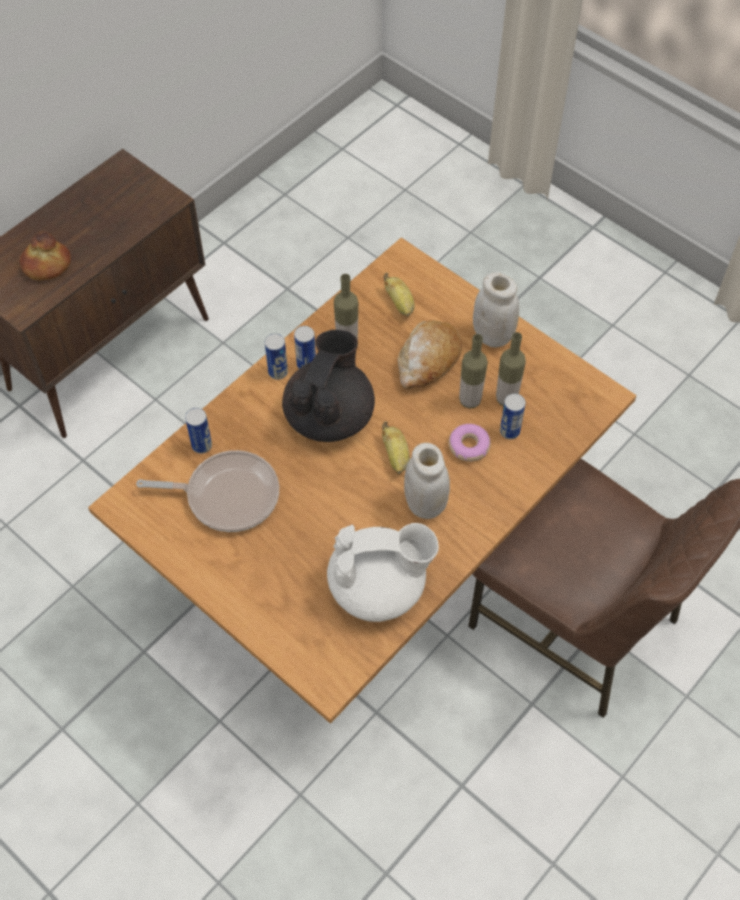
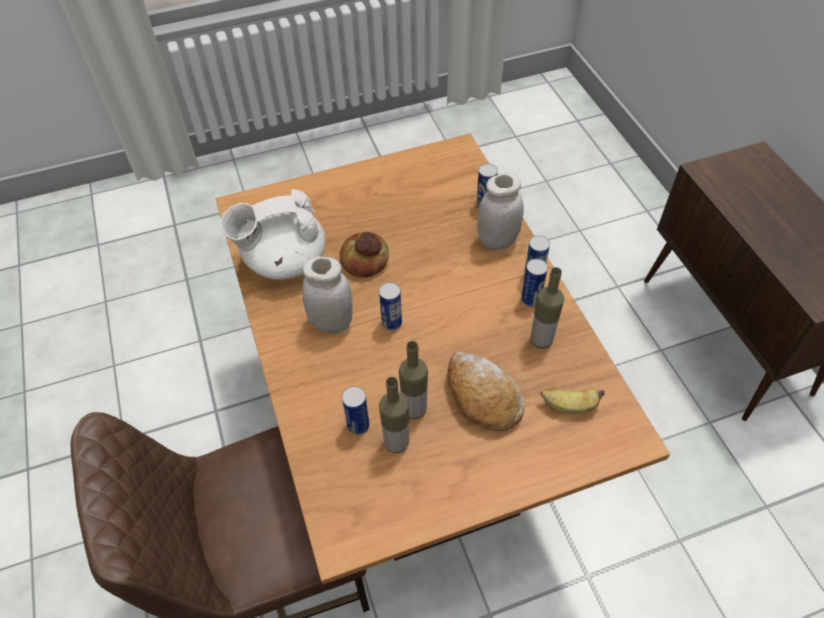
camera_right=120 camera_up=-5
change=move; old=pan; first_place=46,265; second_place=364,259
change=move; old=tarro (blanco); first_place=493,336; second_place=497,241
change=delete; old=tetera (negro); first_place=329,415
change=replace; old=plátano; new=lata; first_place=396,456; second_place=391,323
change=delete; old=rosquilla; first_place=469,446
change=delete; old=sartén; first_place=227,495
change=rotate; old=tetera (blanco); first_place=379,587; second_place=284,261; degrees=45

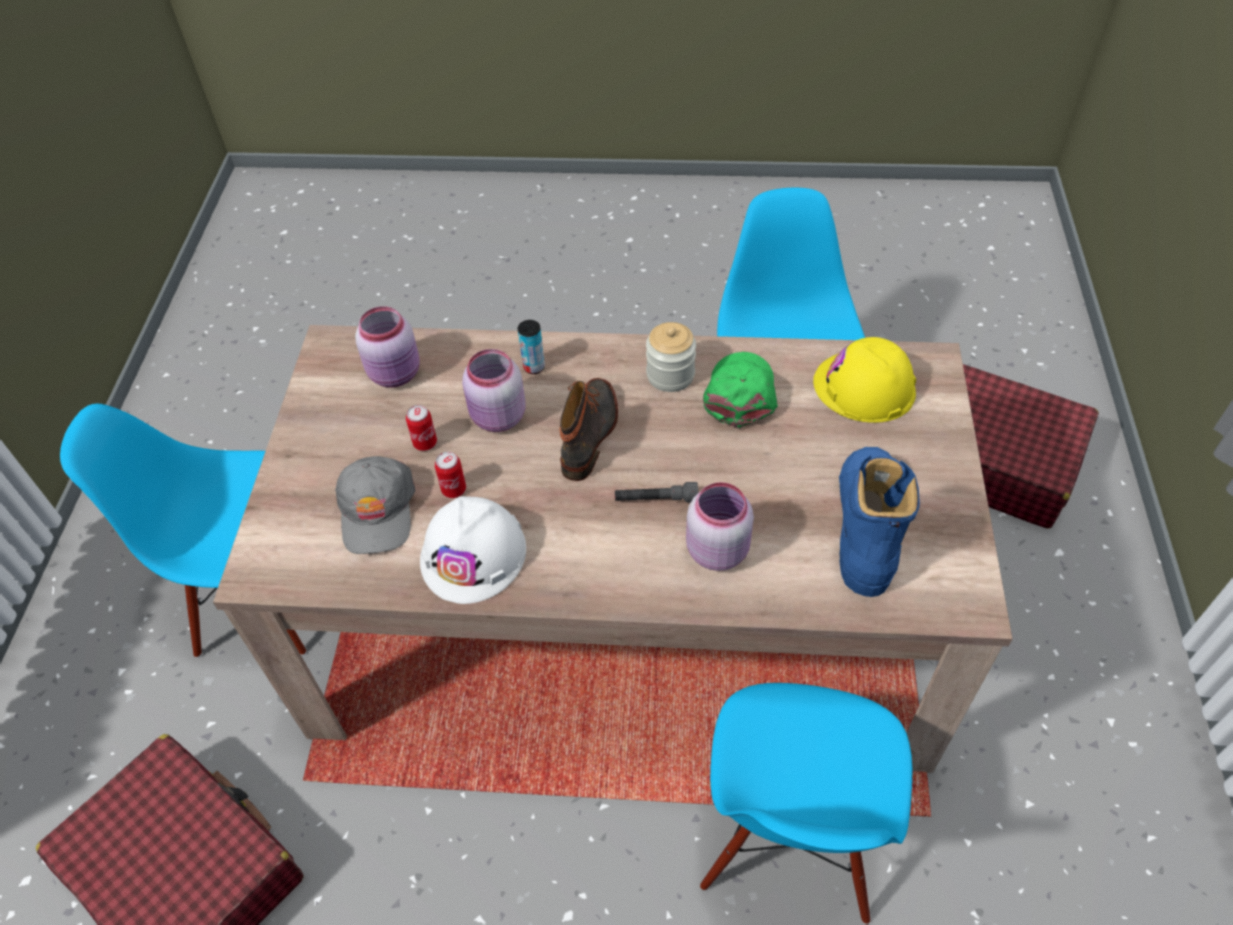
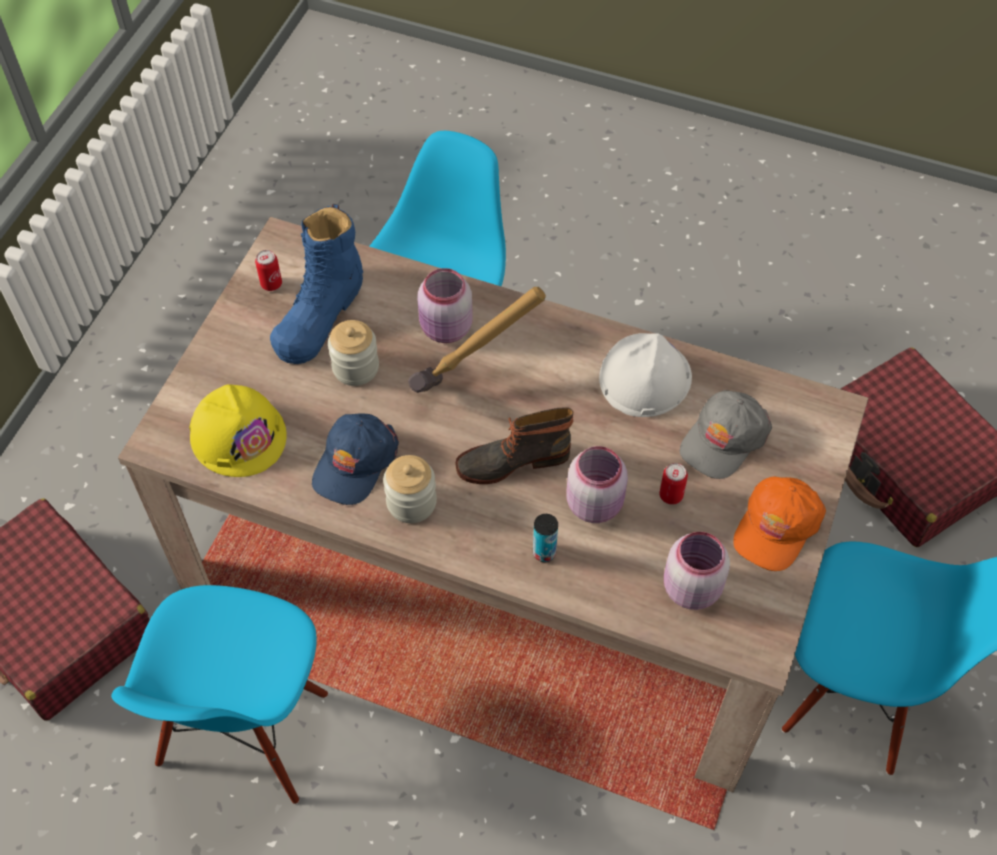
camera_right=-165 camera_up=5
change=recolor; old=gorra (verde); new=gorra (azul); first_place=740,393; second_place=354,462
change=rotate; old=bota; first_place=590,434; second_place=512,460; degrees=45
change=move; old=lata; first_place=454,489; second_place=271,284
change=rotate; old=gorra (gris); first_place=377,510; second_place=723,439; degrees=-150
change=replace; old=linterna (gris); new=martillo; first_place=656,499; second_place=477,382
change=insert; new=tarro; second_place=355,367
change=insert; new=gorra (naranja); second_place=776,527

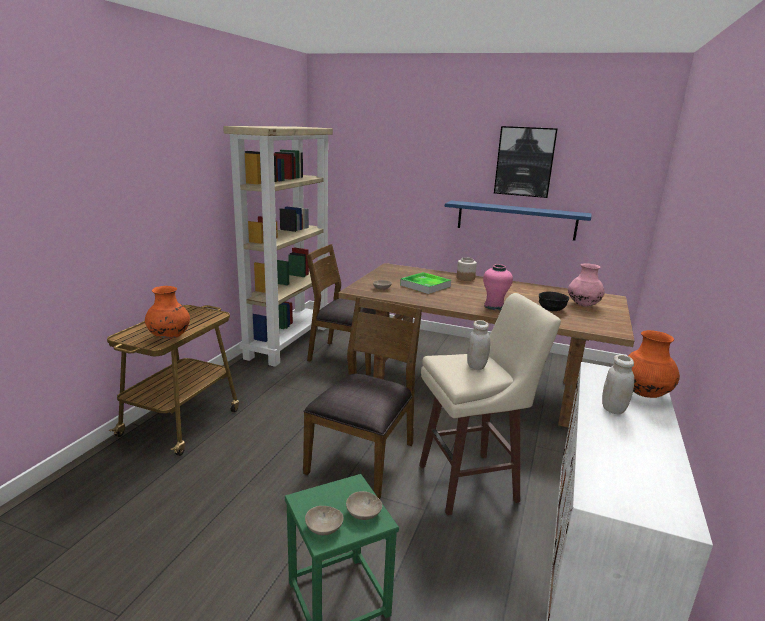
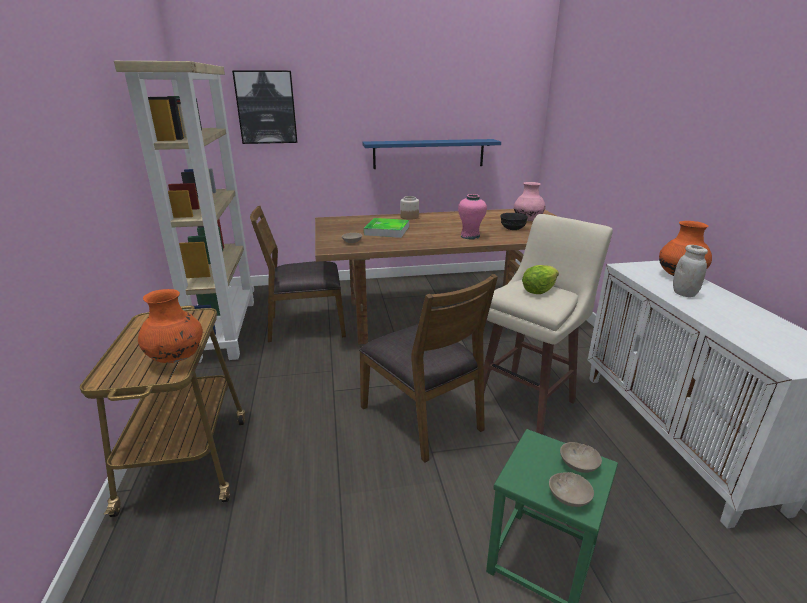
camera_right=-30 camera_up=5
change=move; old=cuadro; first_place=524,161; second_place=266,107
change=rotate; old=silla (marrón); first_place=363,458; second_place=423,417; degrees=150
change=replace; old=tarro (blanco); new=lechuga; first_place=476,366; second_place=538,290

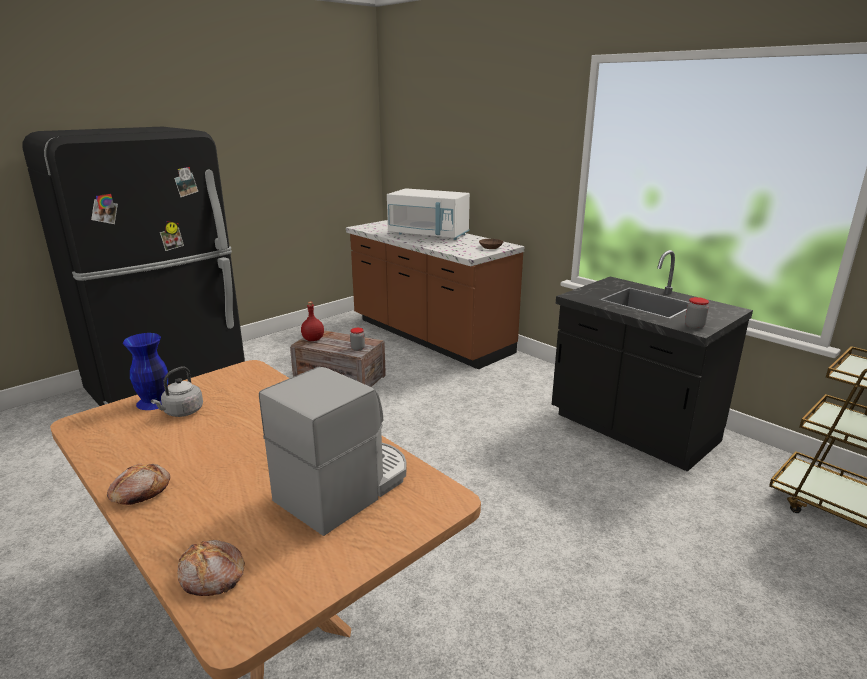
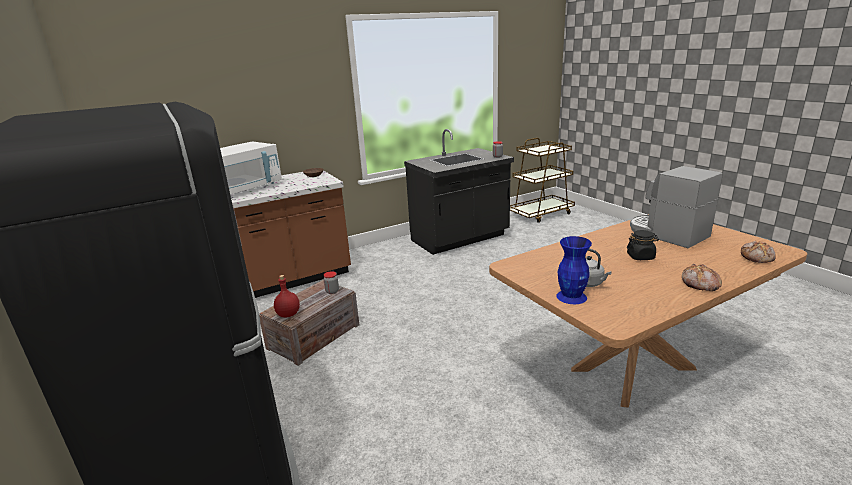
camera_right=-75 camera_up=0
change=insert; new=tarro (negro); second_place=640,257

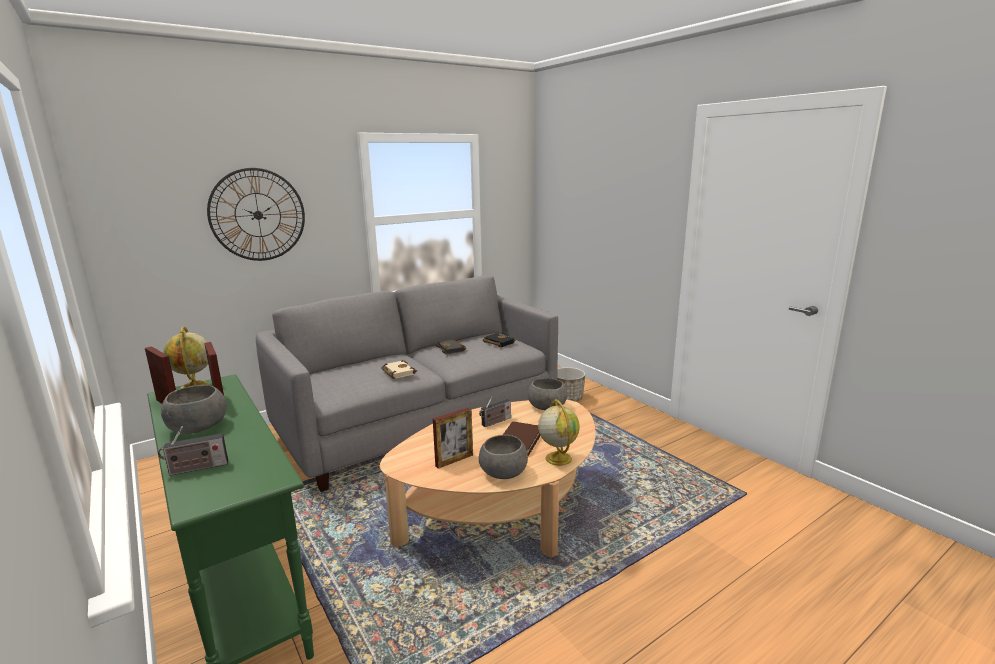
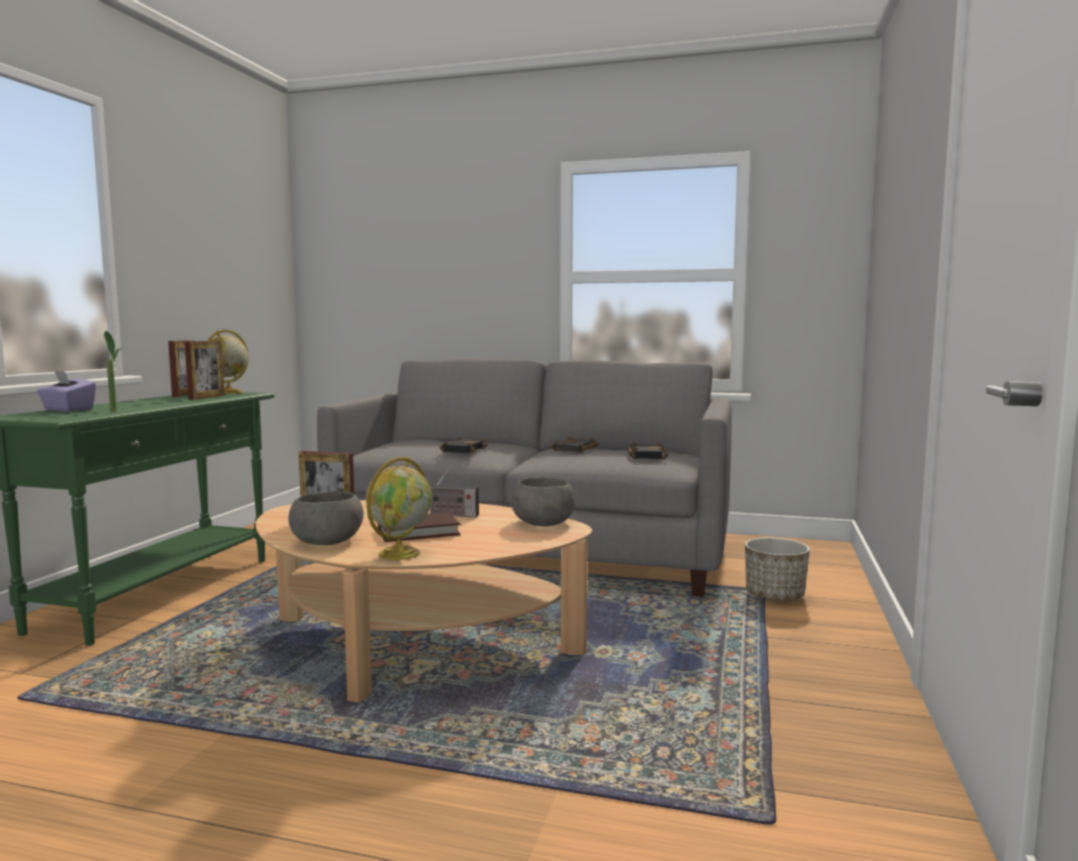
camera_right=50 camera_up=-10
change=delete; old=reloj de pared; first_place=258,215
change=recolor; old=libro (beis); new=libro (negro); first_place=397,372; second_place=463,450
change=delete; old=cuenco (gris); first_place=197,427
change=replace; old=radio; new=caja de pañuelos (morado); first_place=196,468; second_place=68,410
change=insert; new=planta en maceta; second_place=113,410

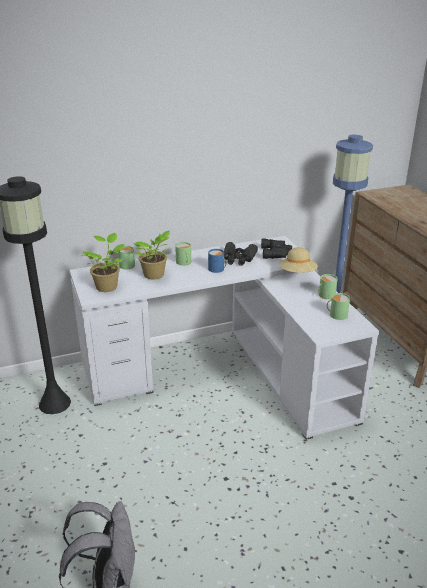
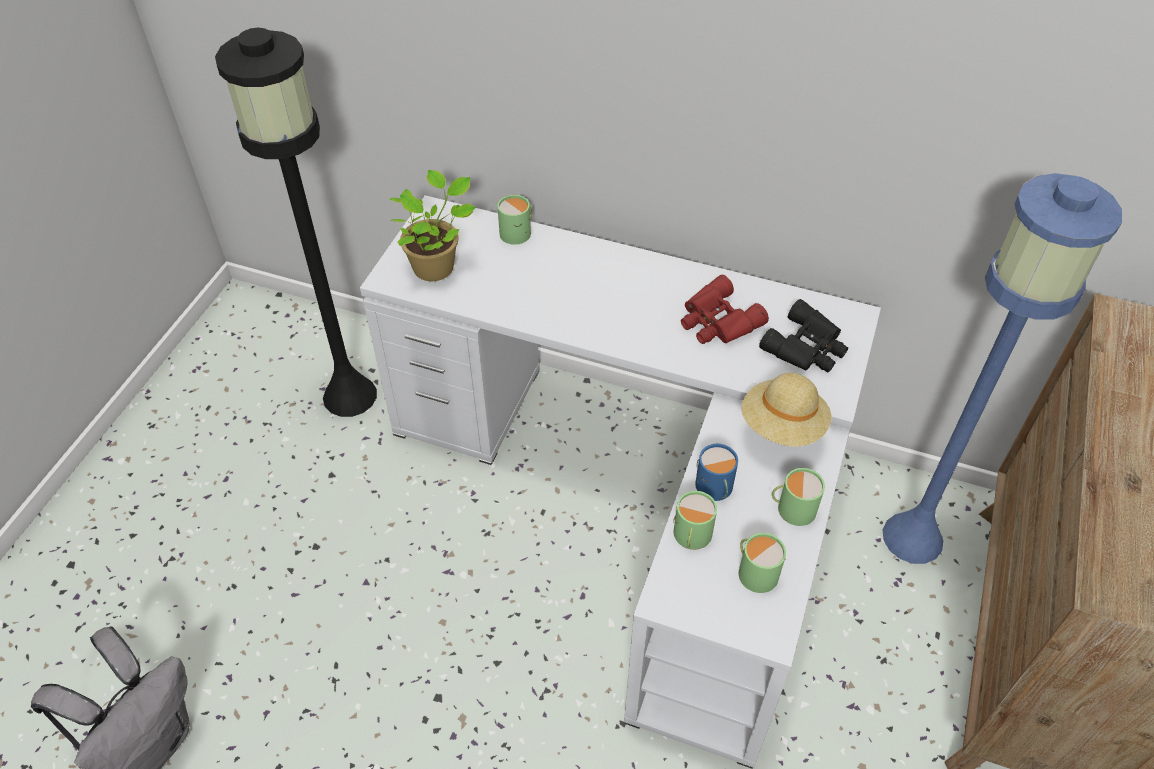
camera_right=40 camera_up=20
change=delete; old=planta en maceta; first_place=155,275
change=move; old=taza grande (verde); first_place=184,262; second_place=691,536
change=recolor; old=prismáticos (negro); new=prismáticos (rojo); first_place=238,258; second_place=717,321
change=move; old=taza grande (azul); first_place=217,269; second_place=715,489

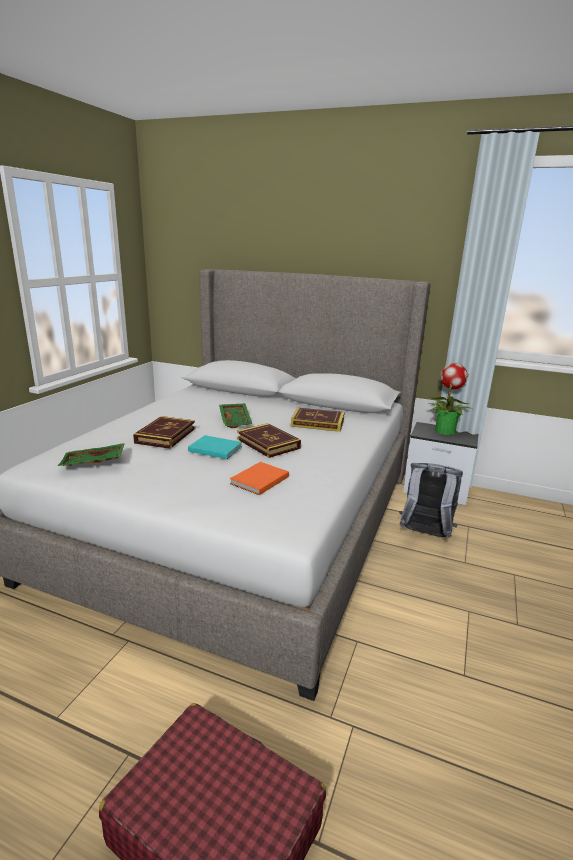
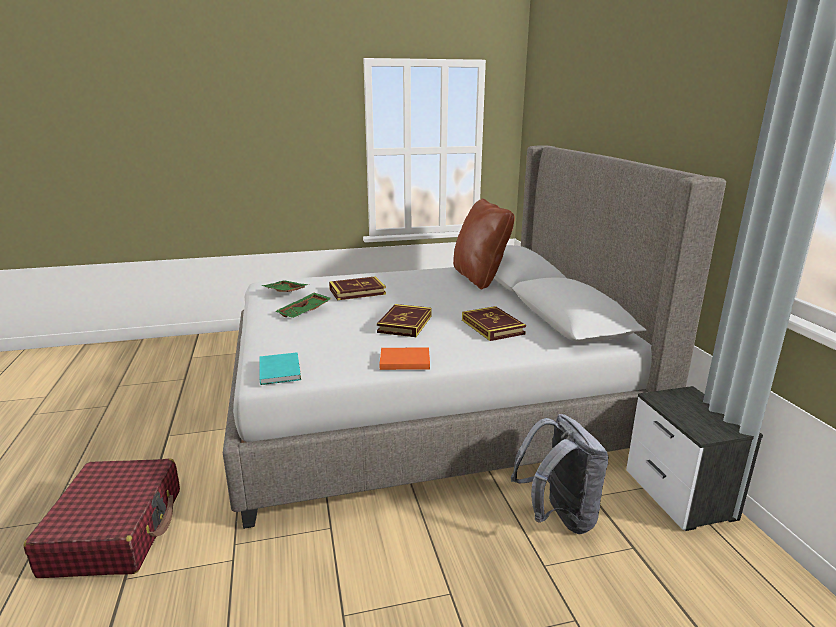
camera_right=55 camera_up=0
change=delete; old=planta en maceta; first_place=445,431
change=move; old=bandeja (verde); first_place=236,420; second_place=305,312
change=move; old=libro (turquesa); first_place=214,448; second_place=280,370
change=move; old=libro (naranja); first_place=258,480; second_place=403,360
change=insert; new=cojín (marrón); second_place=480,278

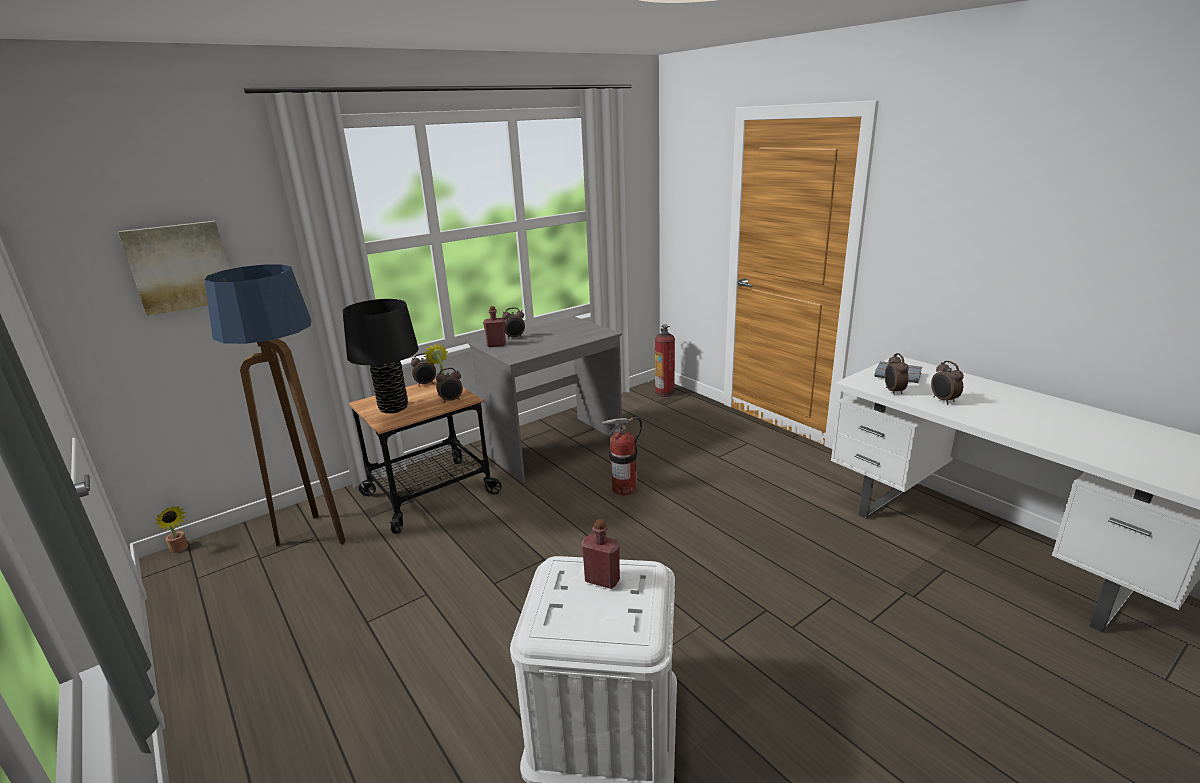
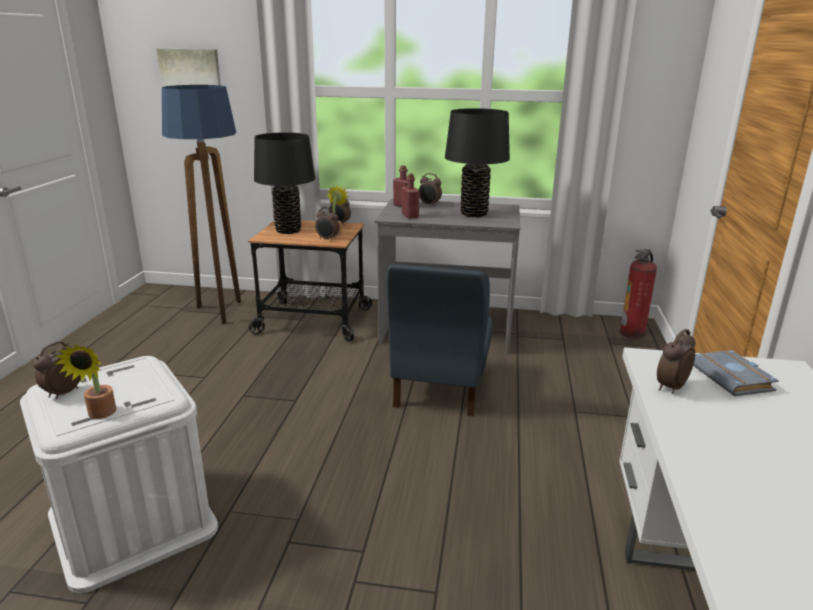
camera_right=45 camera_up=0
change=move; old=despertador; first_place=943,400; second_place=63,393
change=replace; old=extintor; new=silla (azul); first_place=623,489; second_place=439,388
change=move; old=planta en maceta; first_place=180,549; second_place=100,414
change=move; old=botella (rojo); first_place=602,580; second_place=410,216
change=insert; new=lámpara de mesa (negro); second_place=474,214

